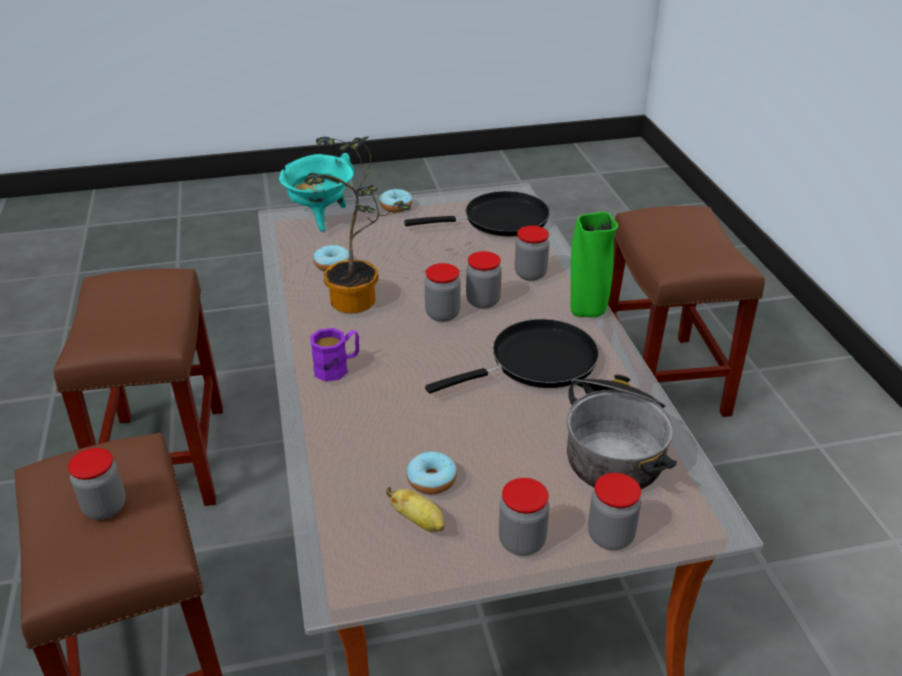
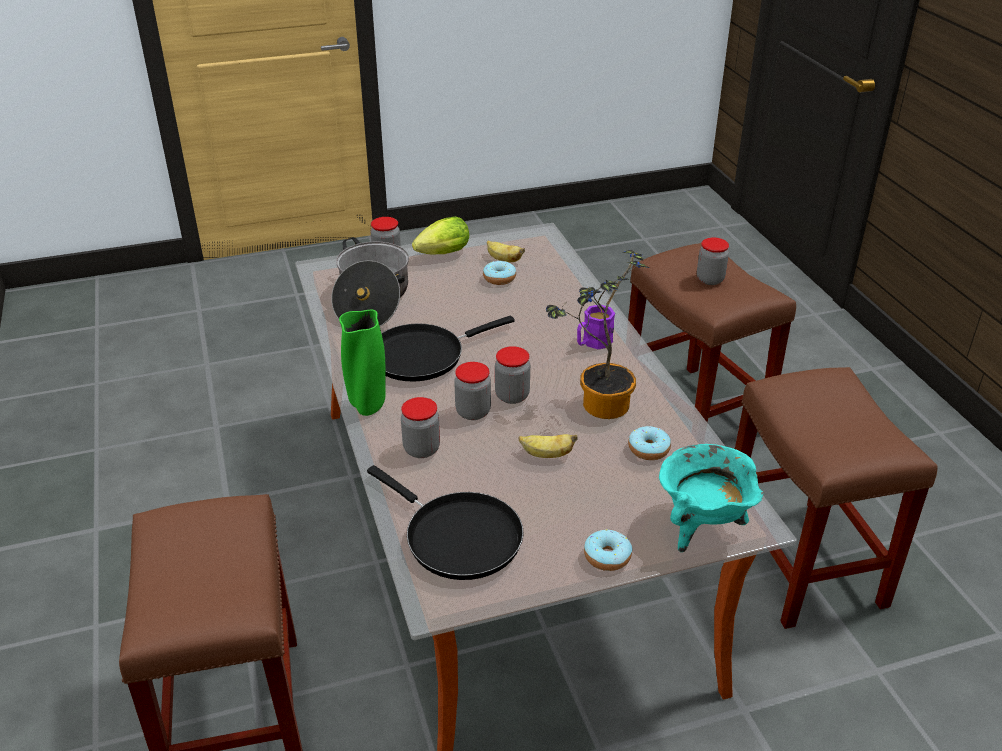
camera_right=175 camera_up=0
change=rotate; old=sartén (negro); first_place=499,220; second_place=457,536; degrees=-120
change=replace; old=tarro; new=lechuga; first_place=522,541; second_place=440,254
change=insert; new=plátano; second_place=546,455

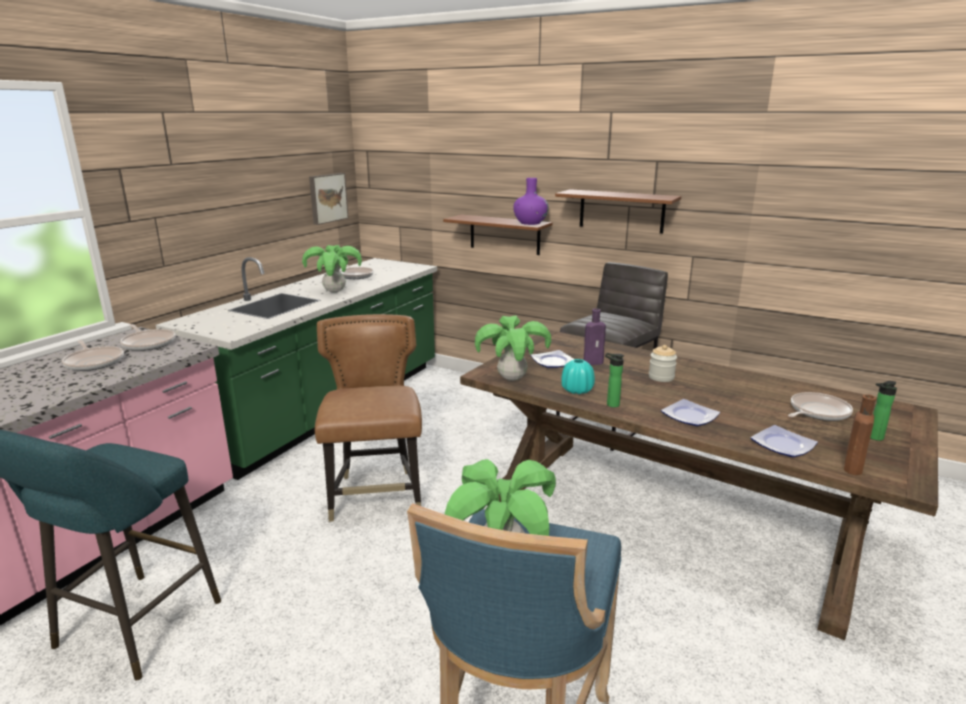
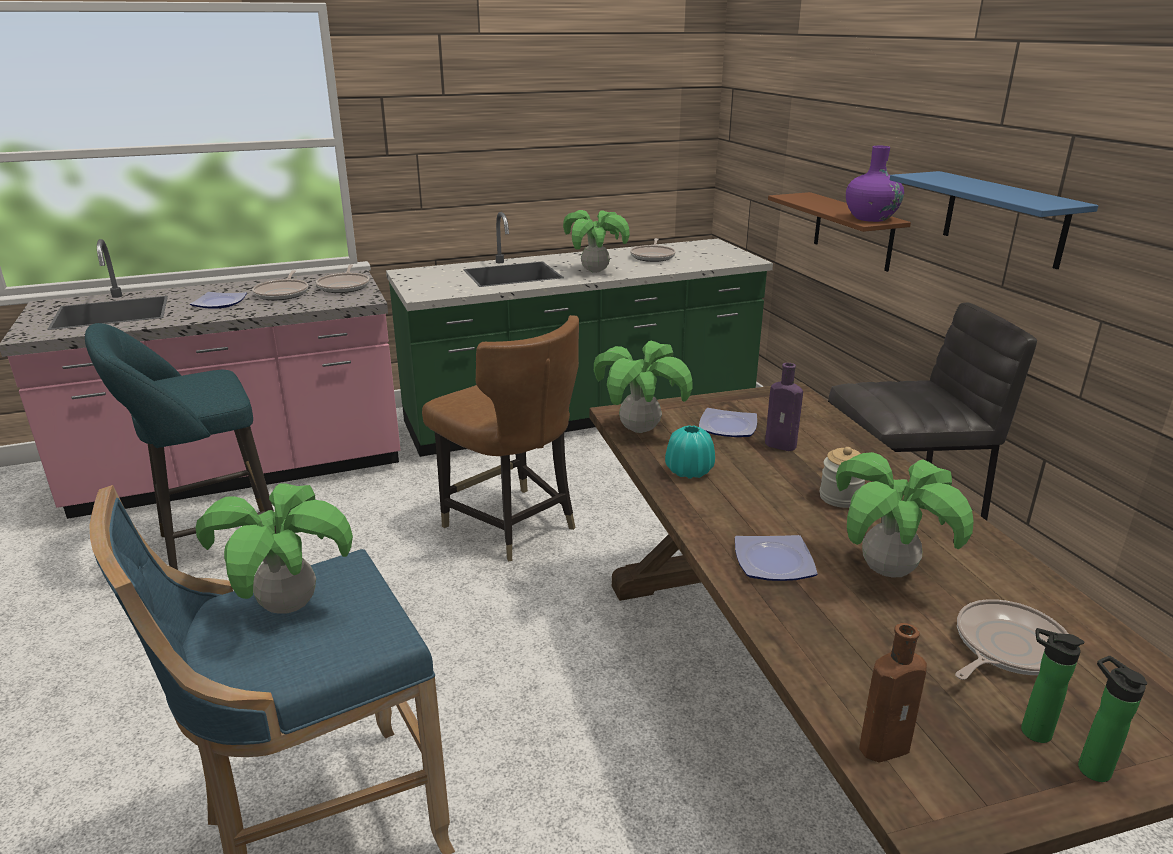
camera_right=40 camera_up=5
change=delete; old=cuadro; first_place=327,198
change=recolor; old=estante (marrón); new=estante (azul); first_place=621,211; second_place=1004,219
change=rotate; old=silla (marrón); first_place=377,496; second_place=511,525; degrees=105
change=move; old=botella; first_place=611,404; second_place=1089,767
change=rotate; old=sartén; first_place=817,412; second_place=1006,647; degrees=-45
change=move; old=plato; first_place=781,445; second_place=219,303
change=insert; new=planta en maceta; second_place=888,570

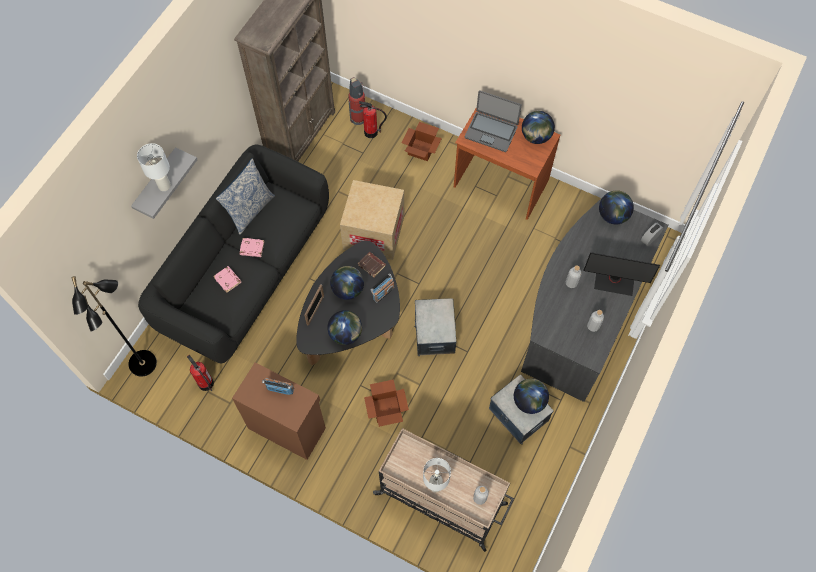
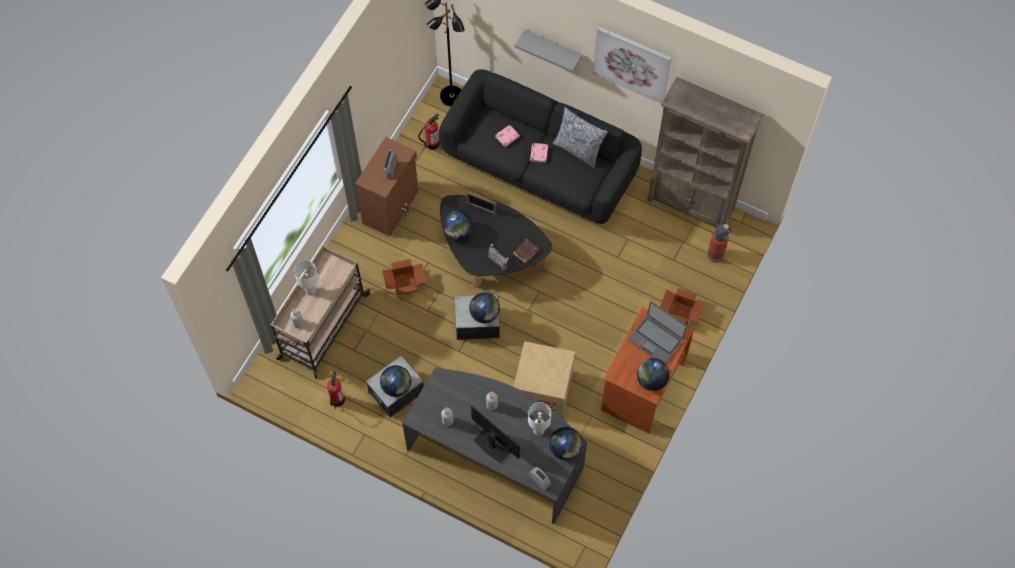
camera_right=90 camera_up=0
change=rotate; old=portátil; first_place=491,131; second_place=656,339; degrees=-75
change=move; old=extintor; first_place=371,132; second_place=337,400
change=move; old=lámpara de mesa (blanco); first_place=164,186; second_place=538,430
change=move; old=caja de cartón; first_place=374,232; second_place=543,389
change=rotate; old=monitor; first_place=614,281; second_place=494,444; degrees=120
change=move; old=globo terráqueo; first_place=348,289; second_place=485,314
change=insert; new=cuadro; second_place=632,64

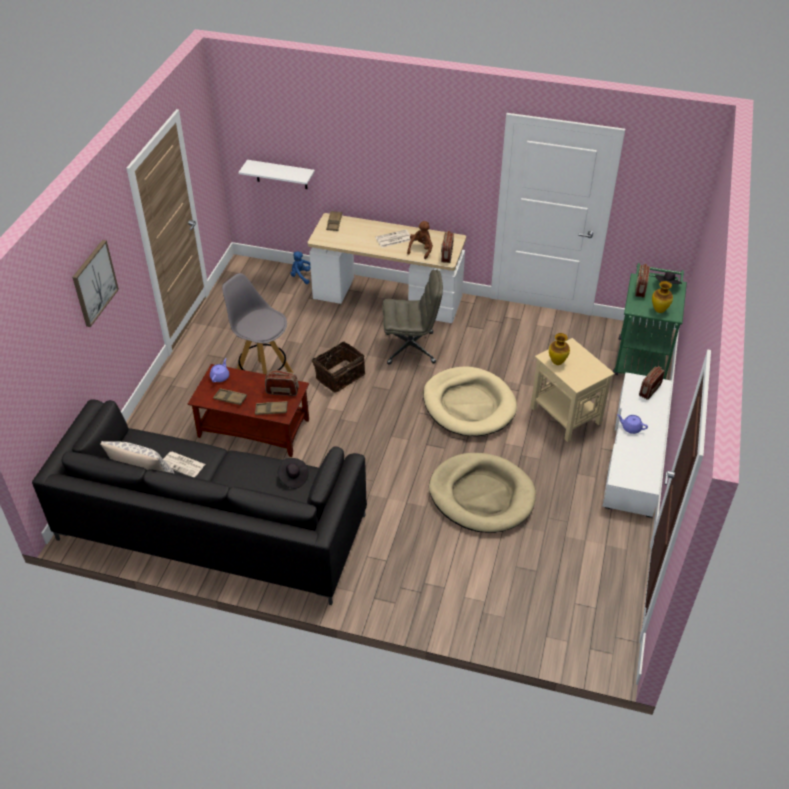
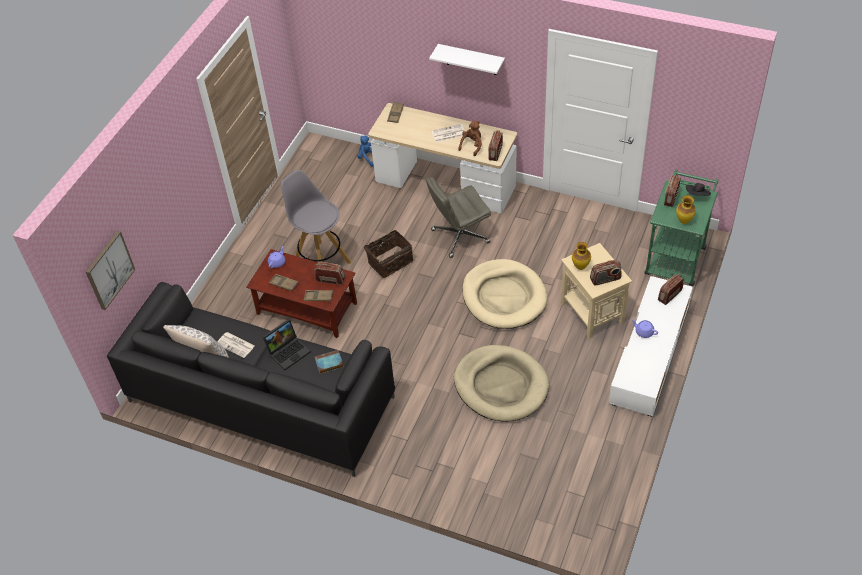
camera_right=10 camera_up=5
change=move; old=estante (blanco); first_place=281,174; second_place=471,60
change=move; old=cuadro; first_place=94,283; second_place=109,270
change=rotate; old=silla de oficina (gris); first_place=411,348; second_place=459,236; degrees=150
change=replace; old=sombrero (negro); new=libro; first_place=293,478; second_place=328,363
change=insert; new=radio; second_place=605,279
change=insert; new=portátil; second_place=288,351

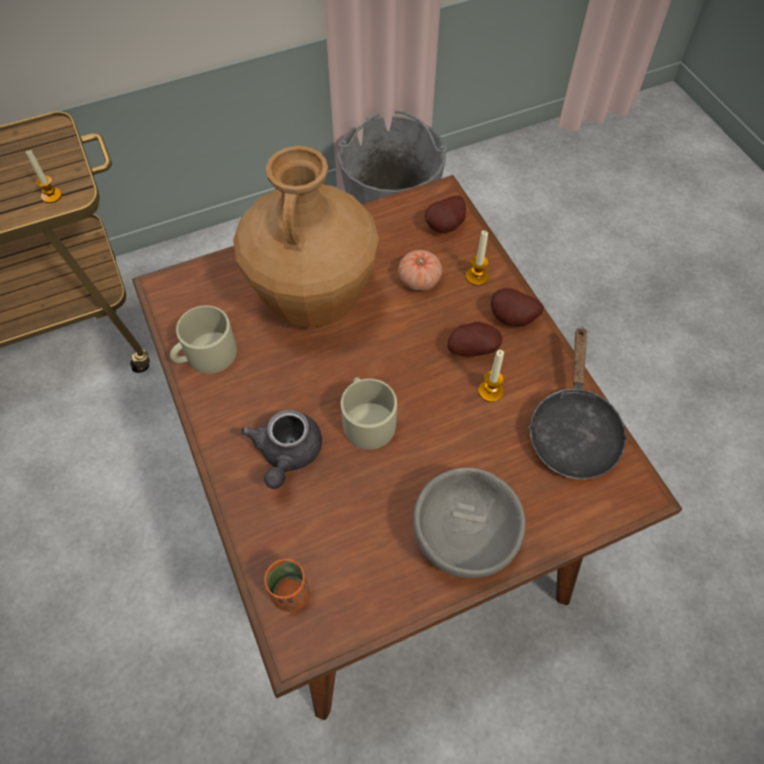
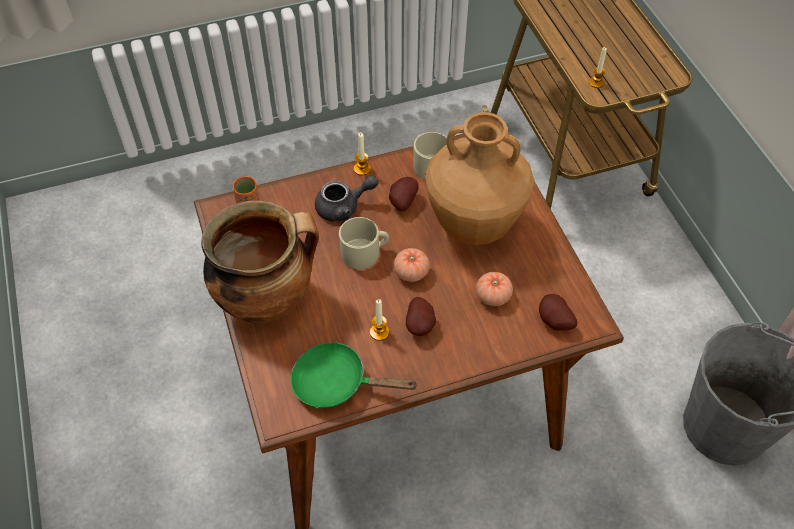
camera_right=95 camera_up=-5
change=move; old=vela; first_place=477,276; second_place=362,169
change=move; old=patata; first_place=512,320; second_place=401,202
change=recolor; old=sartén (negro); new=sartén (verde); first_place=573,430; second_place=337,383
change=rotate; old=tetera (gris); first_place=287,454; second_place=344,207; degrees=150
change=replace; old=cuenco (gris); new=olla; first_place=461,536; second_place=267,299
change=insert; new=tomate; second_place=411,272

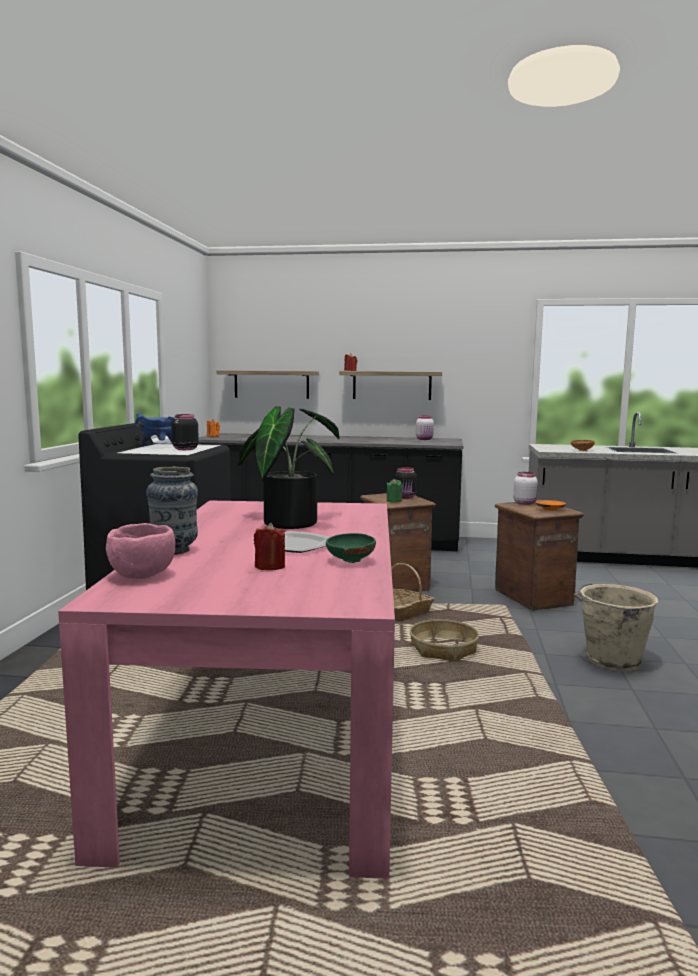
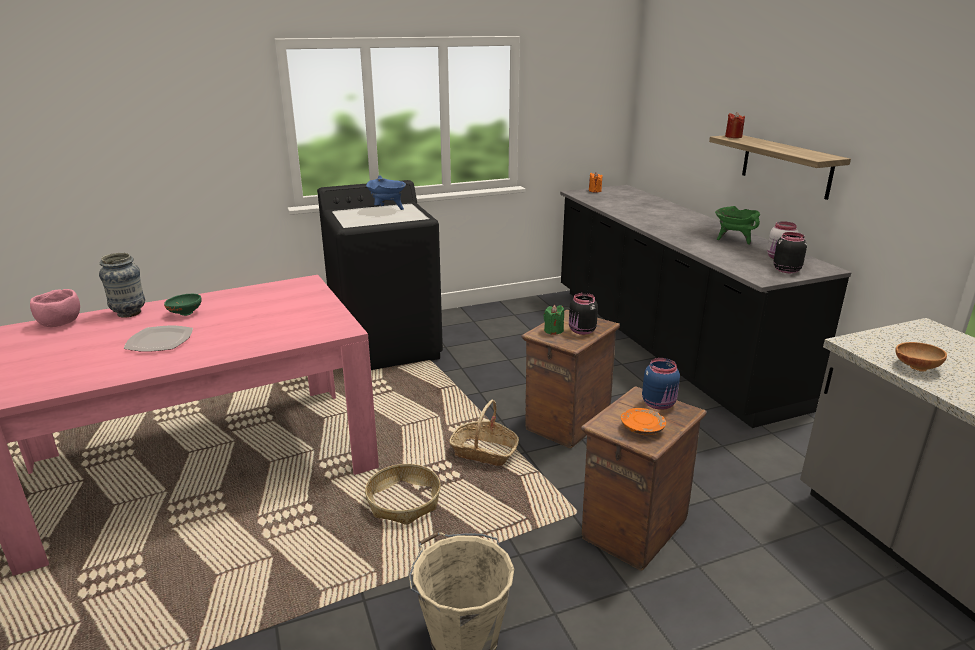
camera_right=60 camera_up=15
change=delete; old=estante; first_place=271,384
change=delete; old=planta en maceta; first_place=288,522
change=move; old=tarro (negro); first_place=184,449; second_place=786,270
change=recolor; old=tarro (blanco); new=tarro (azul); first_place=525,503; second_place=659,404
change=delete; old=vela (rojo); first_place=270,566
change=move; old=cuenco (verde); first_place=349,561; second_place=185,313
change=insert; new=olla (verde); second_place=733,240

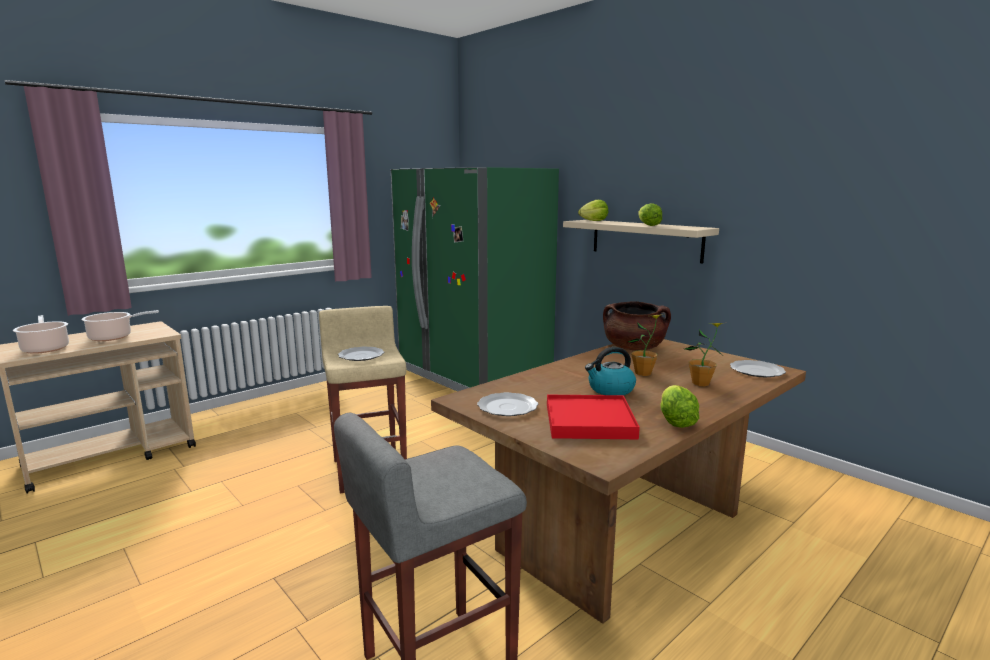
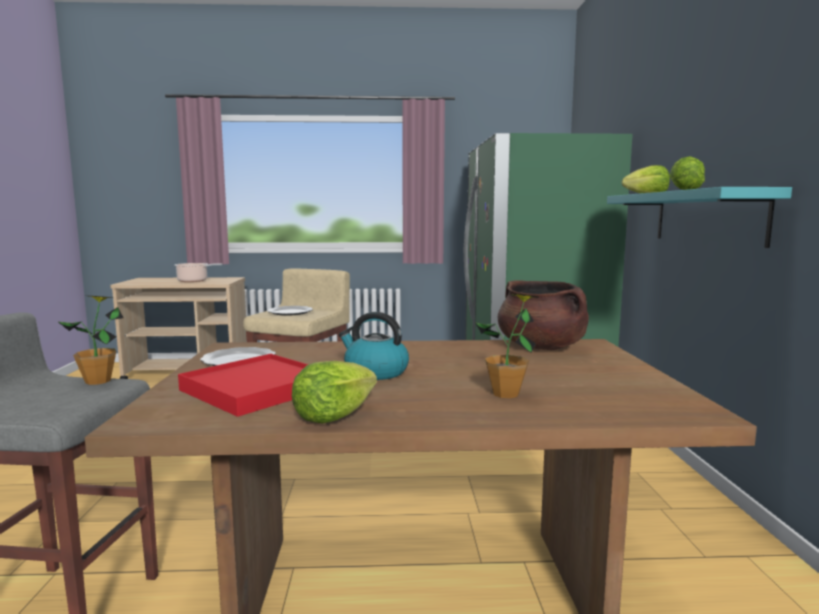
camera_right=40 camera_up=-5
change=recolor; old=estante (beis); new=estante (turquesa); first_place=645,240; second_place=707,217
change=move; old=planta en maceta; first_place=643,373; second_place=98,381
change=delete; old=olla; first_place=45,348
change=delete; old=plato; first_place=757,371

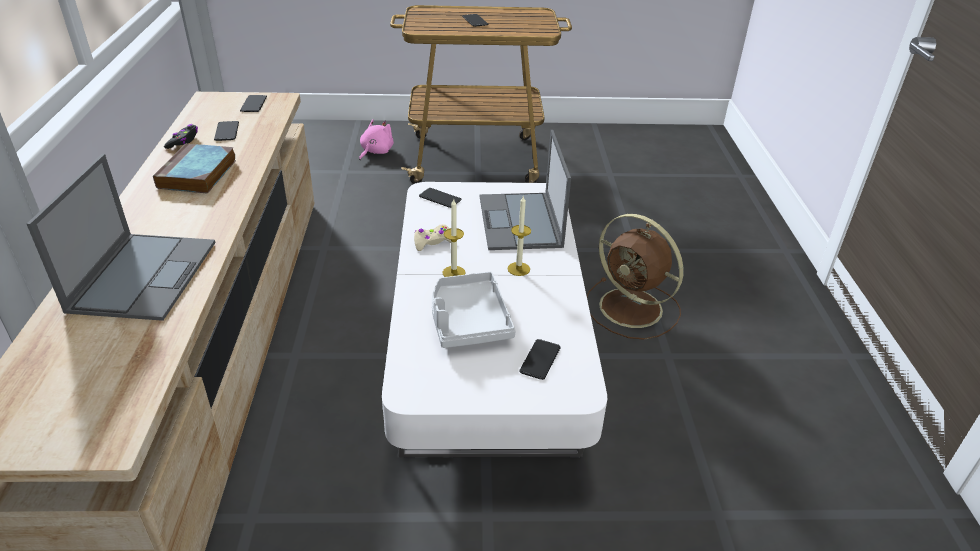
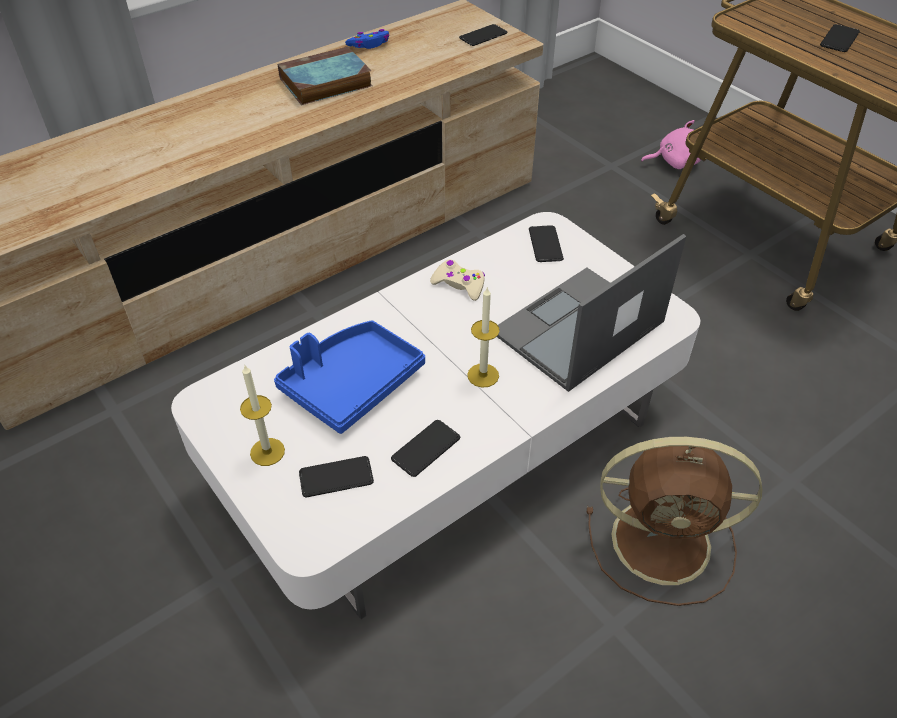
camera_right=55 camera_up=10
change=move; old=móvil; first_place=227,131; second_place=426,448
change=recolor; old=mando de consola (negro); new=mando de consola (azul); first_place=183,141; second_place=369,44
change=delete; old=portátil; first_place=144,275
change=move; old=vela; first_place=454,272; second_place=267,452
change=rotate; old=ventilador (marrón); first_place=633,309; second_place=665,541; degrees=-90
change=recolor; old=bandeja (gris); new=bandeja (azul); first_place=468,320; second_place=351,384

